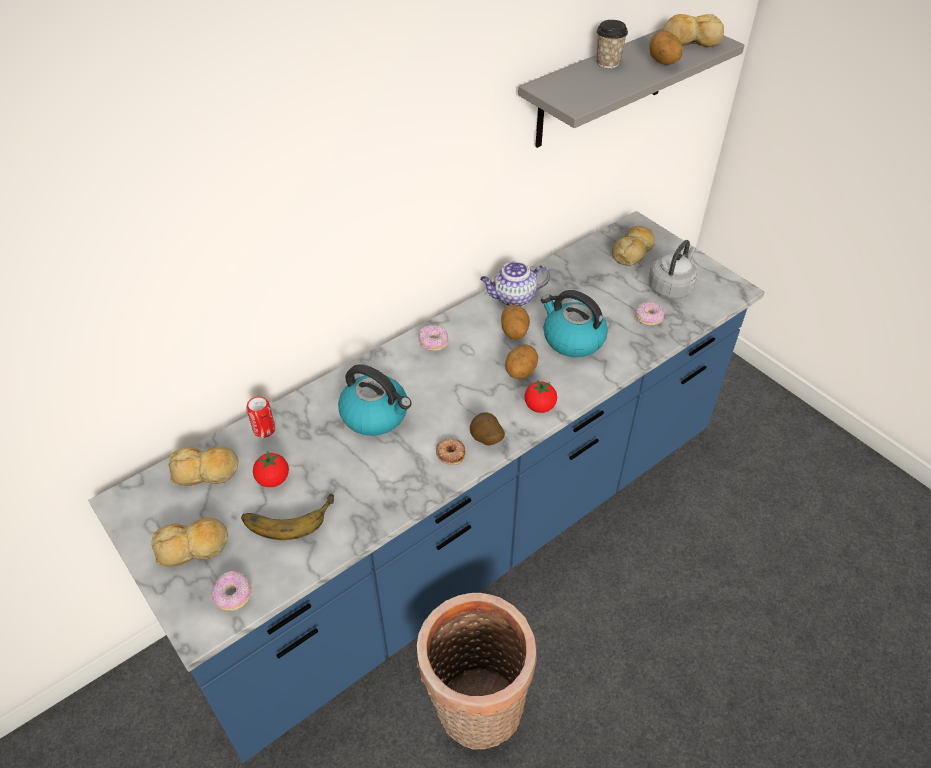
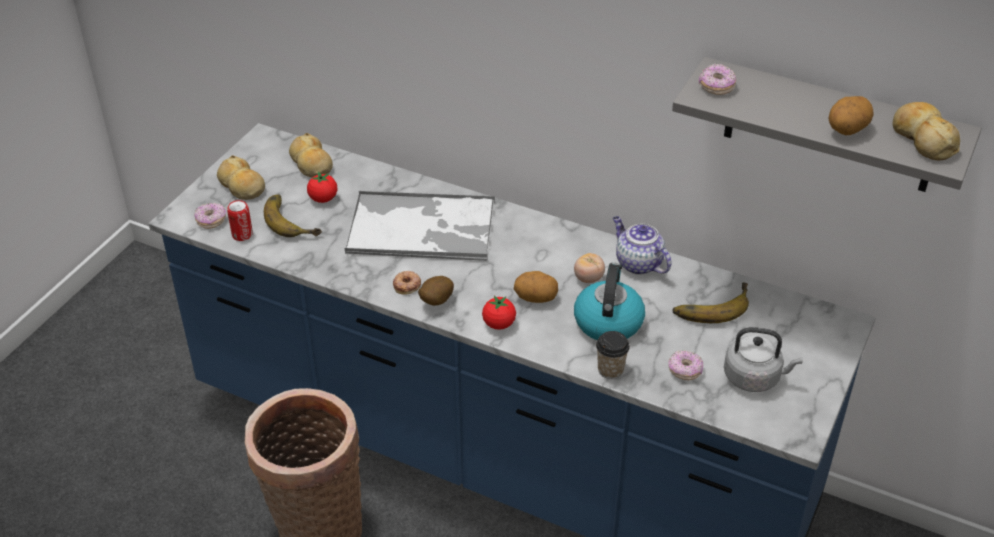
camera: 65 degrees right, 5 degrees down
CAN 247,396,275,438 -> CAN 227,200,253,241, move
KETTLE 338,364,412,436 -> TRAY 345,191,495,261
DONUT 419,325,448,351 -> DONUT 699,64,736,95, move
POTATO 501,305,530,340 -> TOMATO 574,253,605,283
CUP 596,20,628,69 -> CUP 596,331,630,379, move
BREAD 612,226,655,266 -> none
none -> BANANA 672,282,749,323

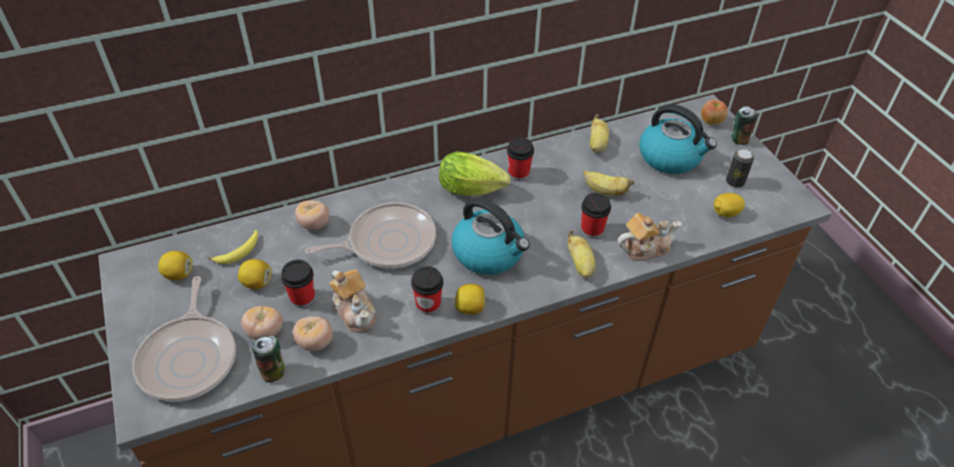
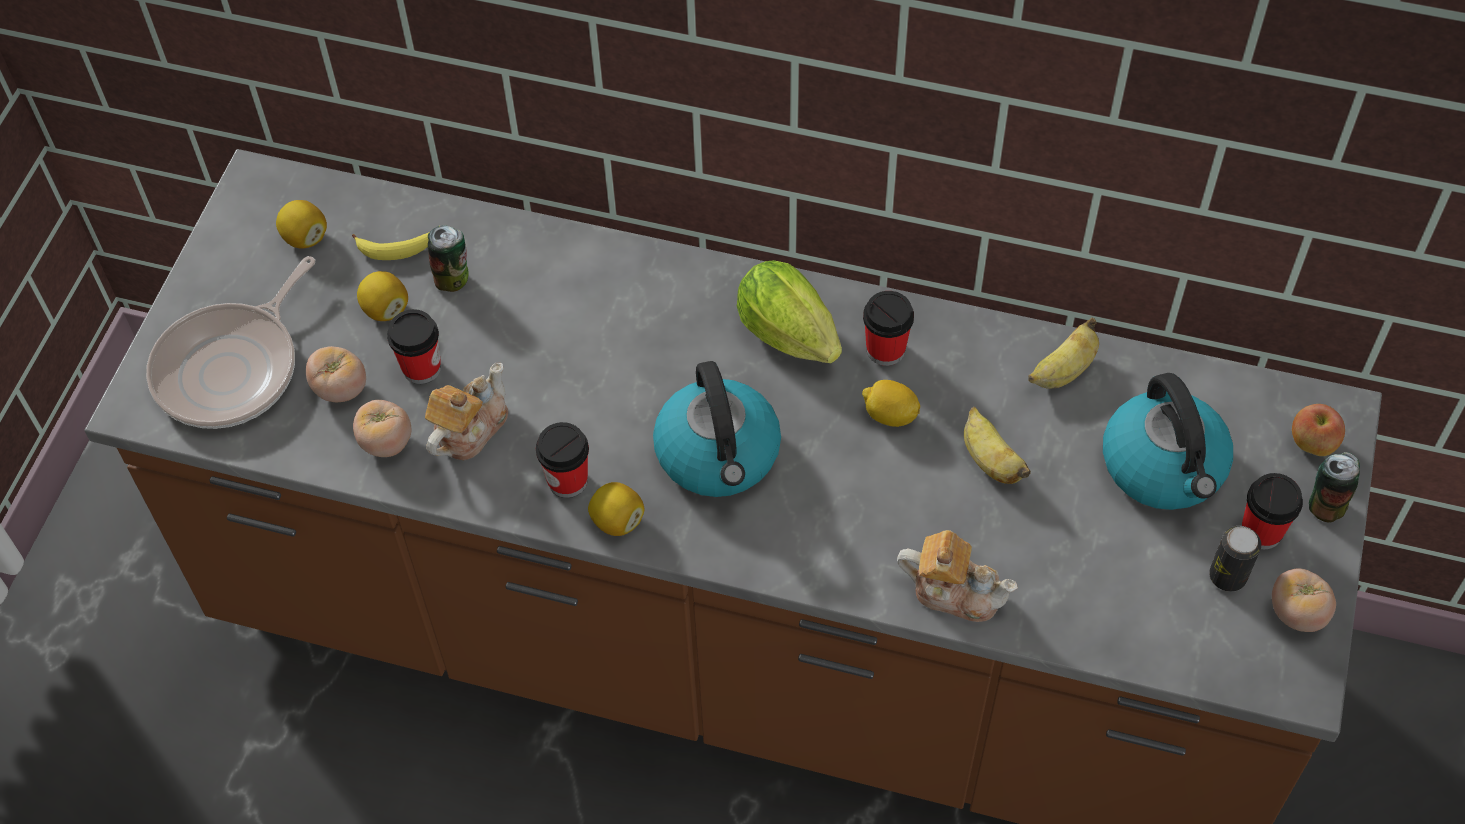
camera: 40 degrees right, 10 degrees up
CAN 252,336,285,383 -> CAN 428,225,469,292, move
TOMATO 295,200,329,230 -> TOMATO 1272,568,1336,632, move
FRYING PAN 305,202,436,269 -> none
TEAPOT 329,269,376,333 -> TEAPOT 425,363,508,460, 150 degrees counterclockwise
BANANA 568,230,596,278 -> none
CUP 581,193,611,239 -> CUP 1242,473,1303,549, move
LEMON 714,193,745,217 -> LEMON 862,380,920,427, move

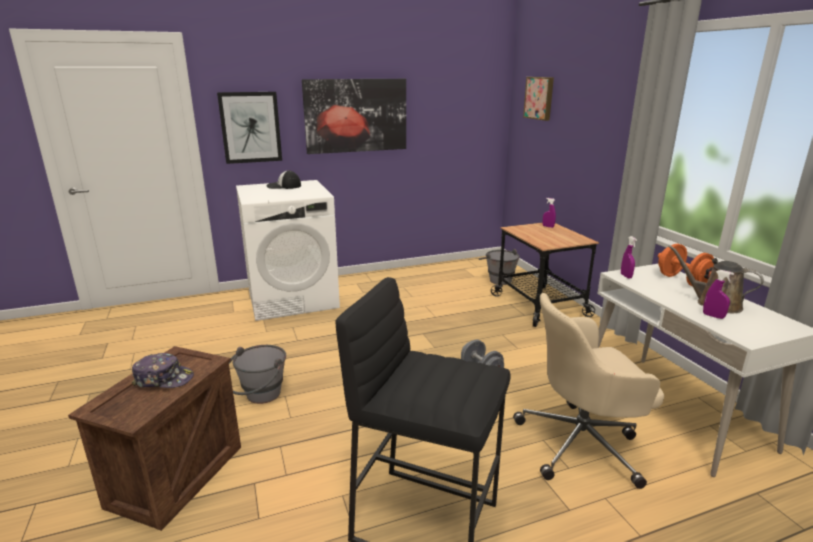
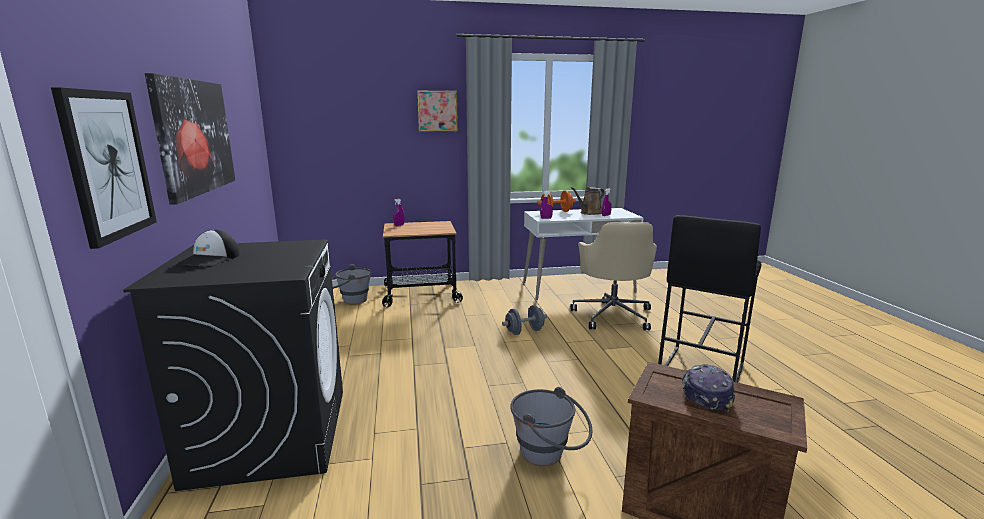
camera: 80 degrees left, 5 degrees down
WHITE WASHING MACHINE 236,180,340,321 -> BLACK WASHING MACHINE 123,239,343,491
PICTURE 523,77,554,121 -> PICTURE 417,91,458,132, move

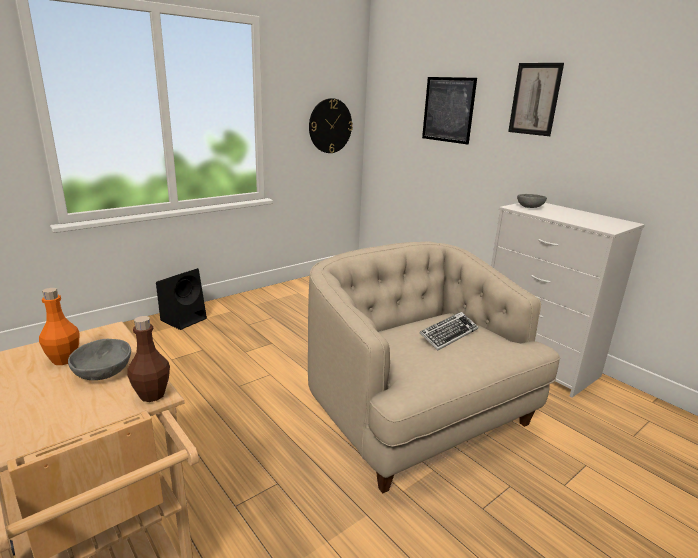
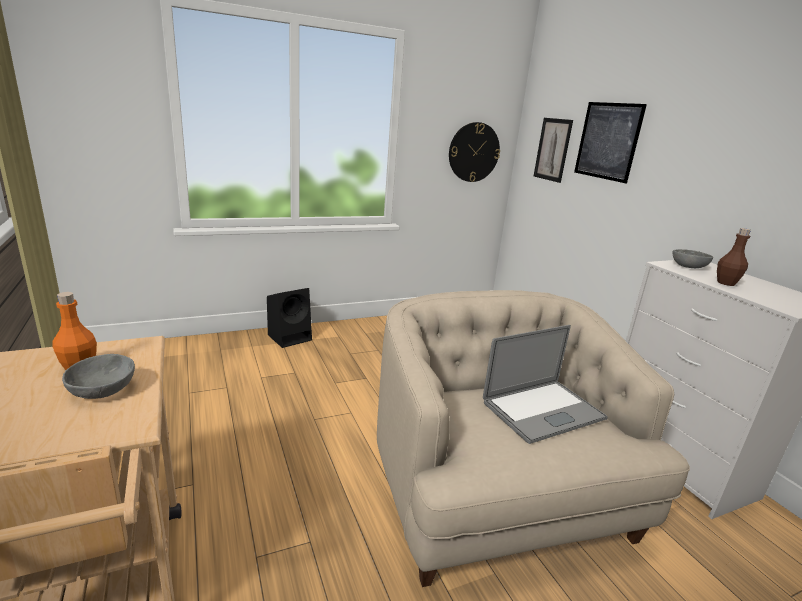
camera: 15 degrees right, 0 degrees up
BROWN BOTTLE 127,316,170,402 -> BROWN BOTTLE 717,228,751,286, move
KEYBOARD 419,312,478,351 -> LAPTOP 483,325,608,444
PICTURE 508,63,564,136 -> PICTURE 534,118,573,183, move

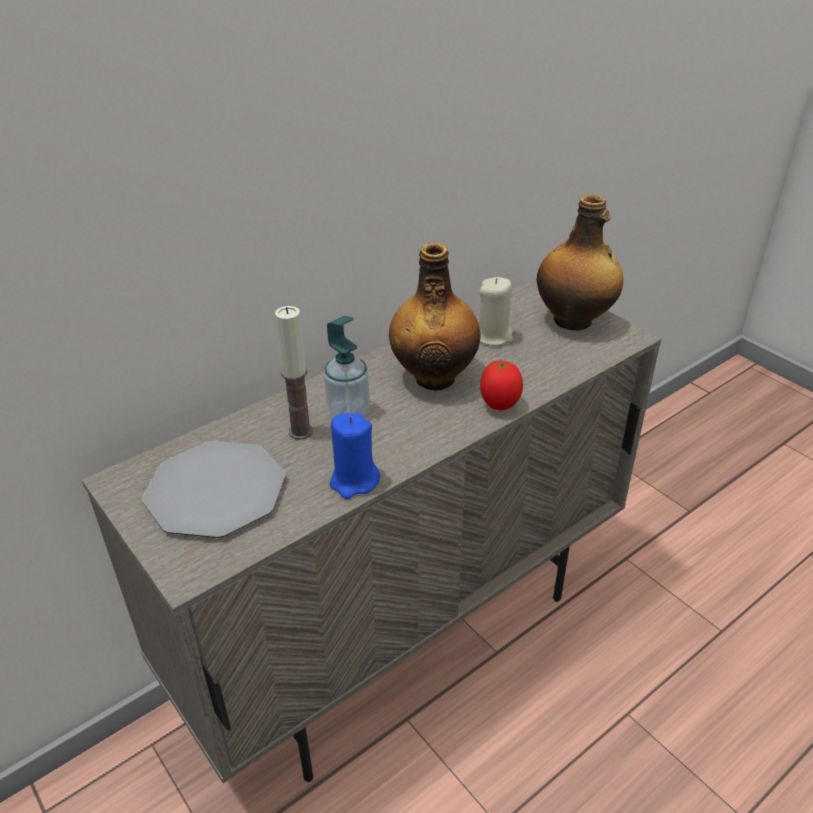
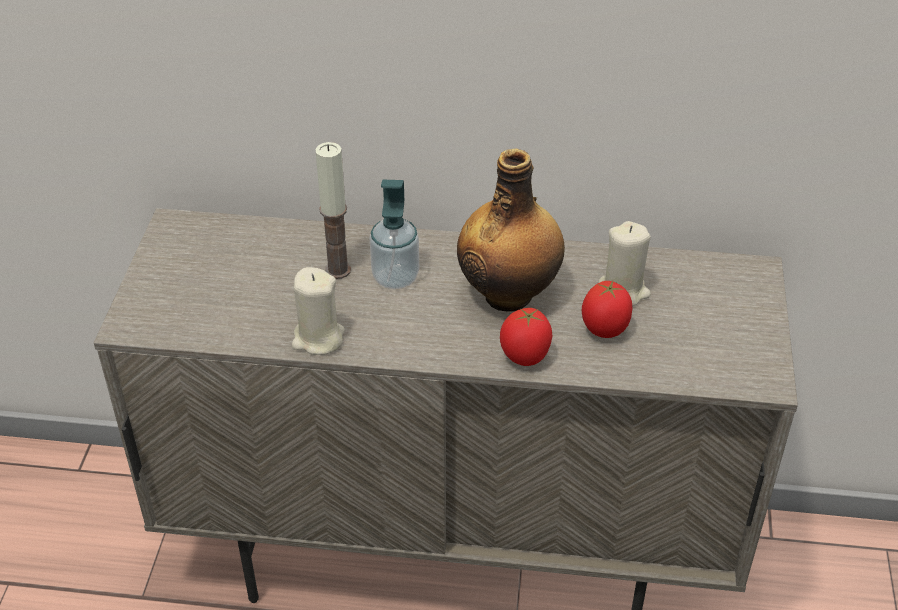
camera: 45 degrees right, 5 degrees up
PLATE 142,441,286,538 -> none
BLUE CANDLE 330,413,380,499 -> BEIGE CANDLE 292,267,345,355
BOTTLE 536,194,623,331 -> none
none -> TOMATO 582,281,632,338

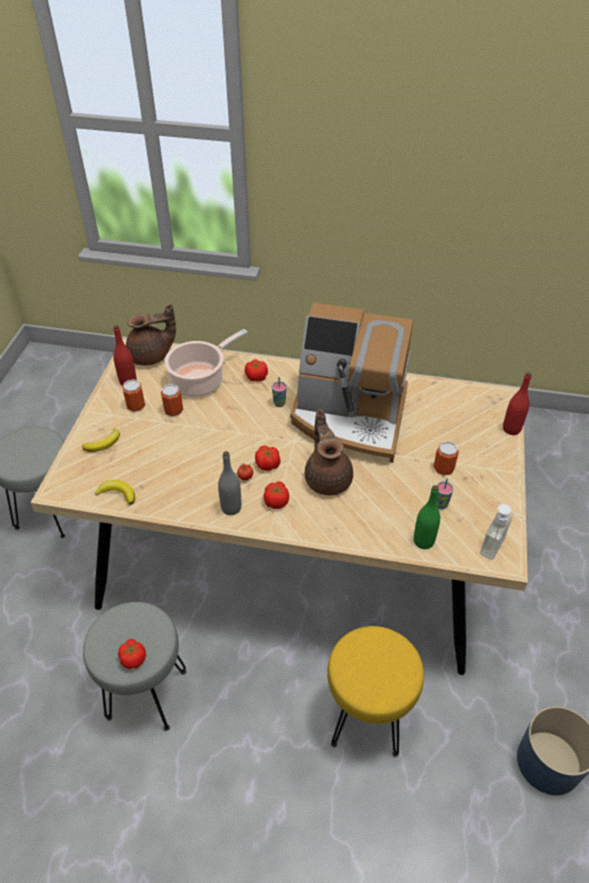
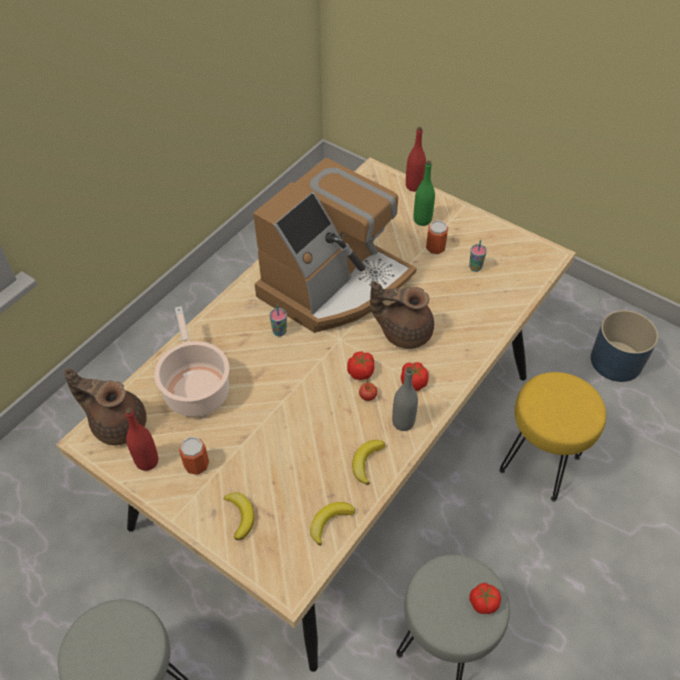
camera: 65 degrees left, 5 degrees up
BROWN TEAPOT 126,304,176,366 -> BROWN TEAPOT 64,369,147,445, 75 degrees counterclockwise
CAN 161,384,183,417 -> none
TOMATO 245,359,268,381 -> none
GREEN BOTTLE 414,485,440,549 -> GREEN BOTTLE 414,161,435,226, move
SOAP DISPENSER 480,504,527,560 -> none
none -> BANANA 352,440,386,485

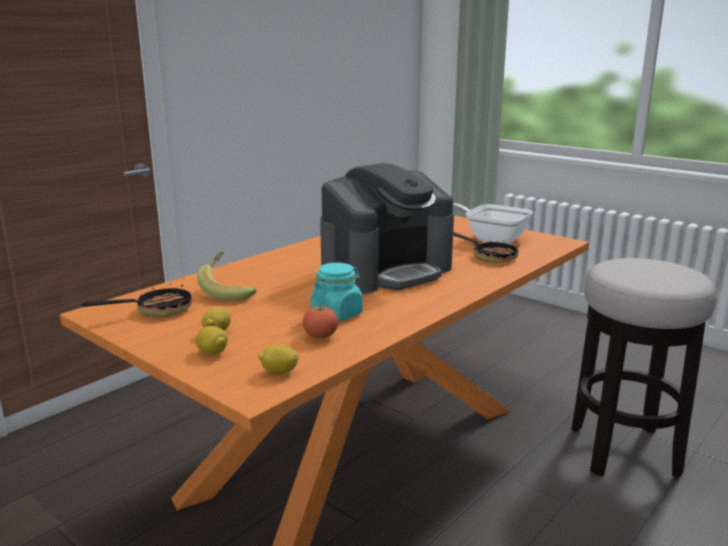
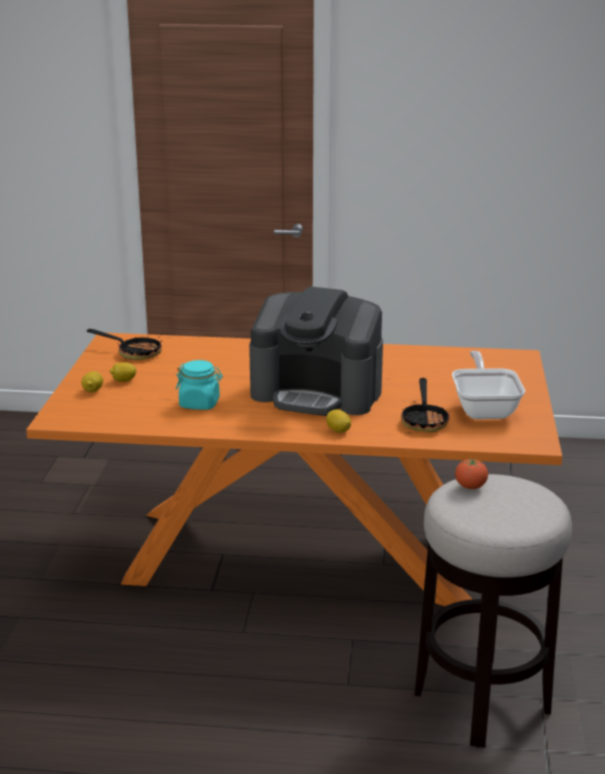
camera: 55 degrees right, 5 degrees up
BANANA 197,251,256,301 -> none
LEMON 258,345,299,374 -> LEMON 326,409,351,433, move
TOMATO 303,305,338,338 -> TOMATO 455,459,488,489, move

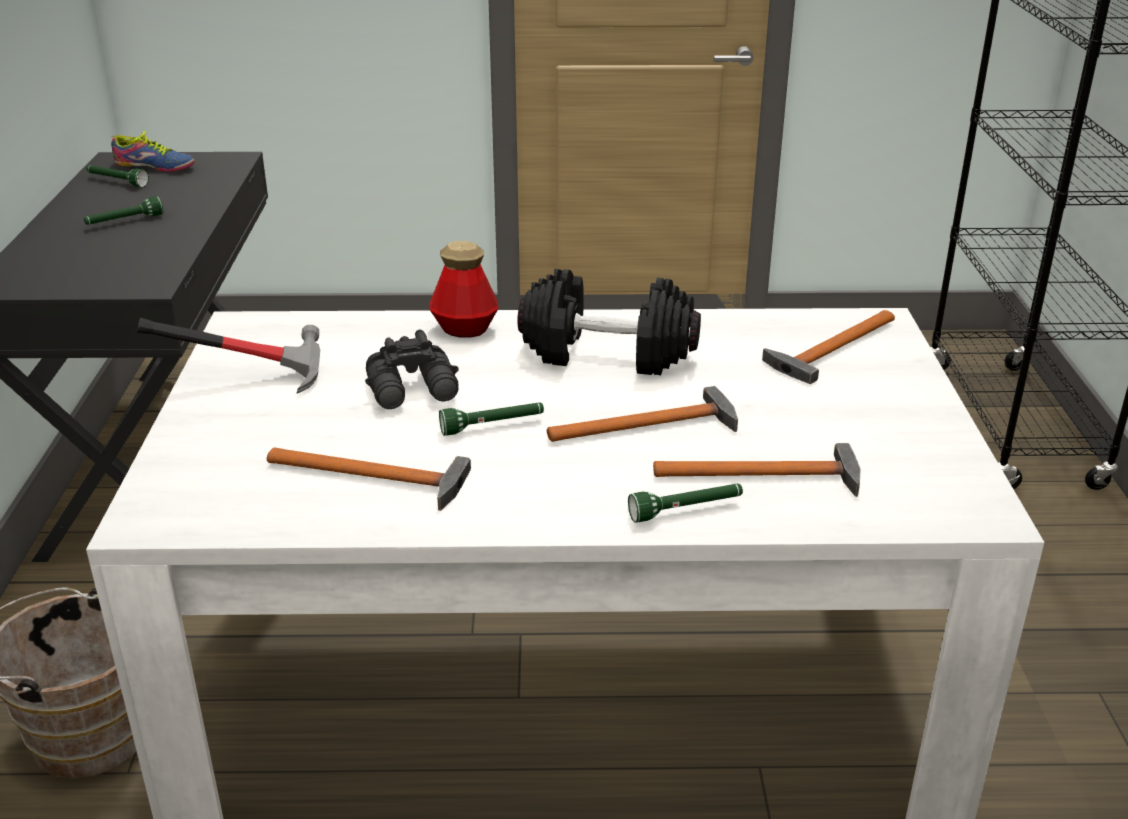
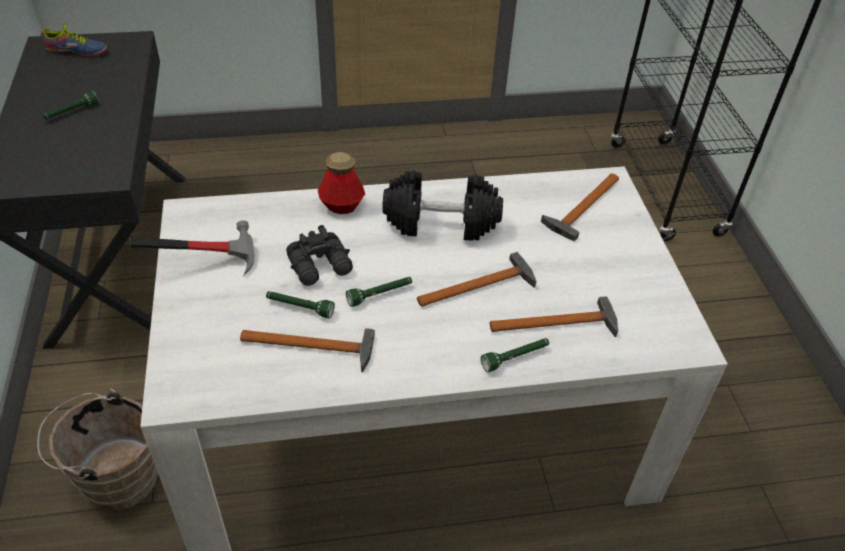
camera: 10 degrees left, 15 degrees up
GREEN FLASHLIGHT 86,165,149,187 -> GREEN FLASHLIGHT 266,291,335,318, move

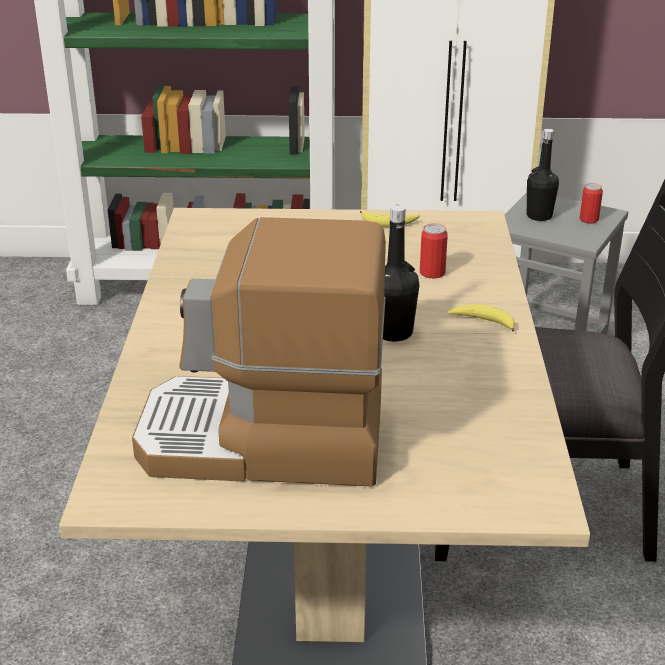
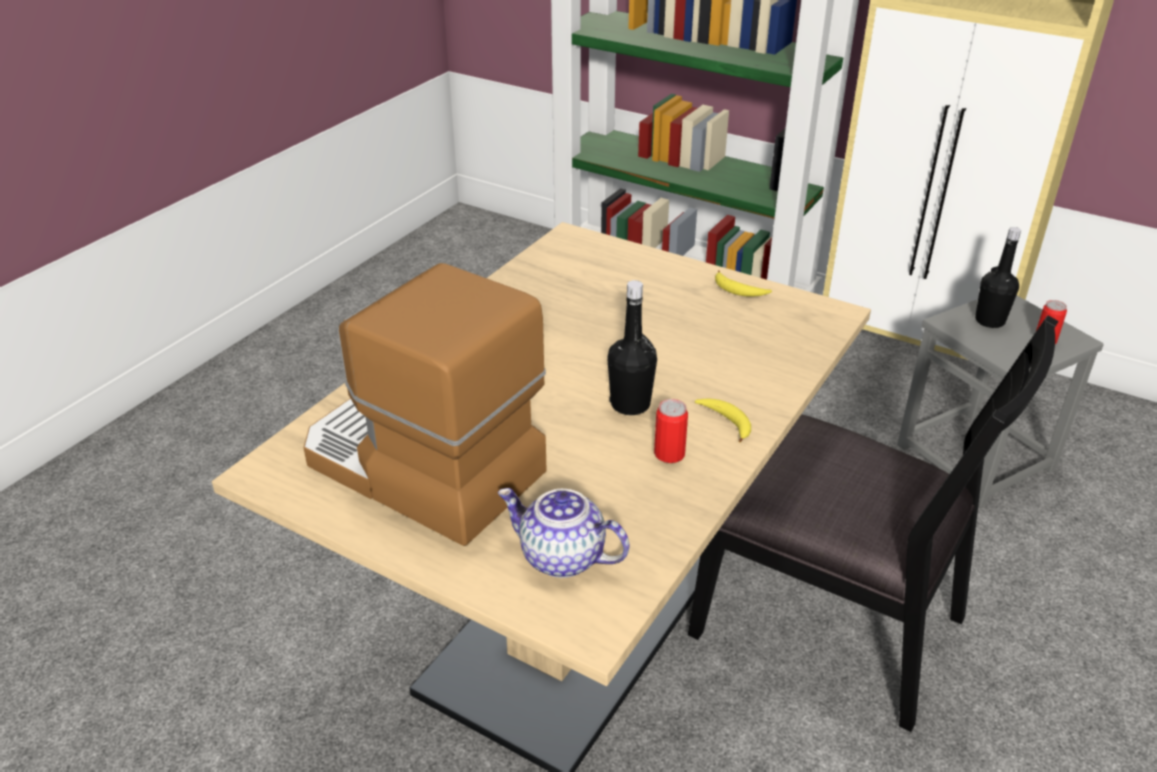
camera: 30 degrees right, 5 degrees up
CAN 420,223,448,278 -> CAN 654,399,688,463, move
none -> TEAPOT 498,488,630,578

